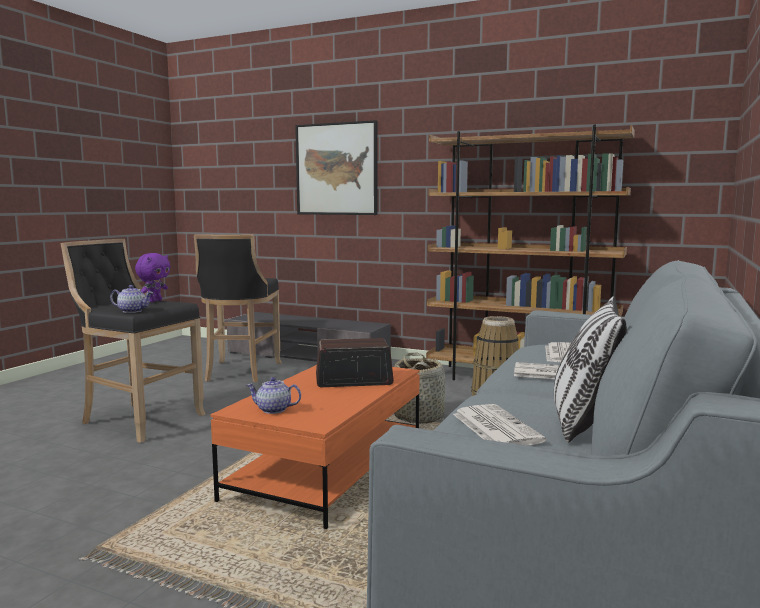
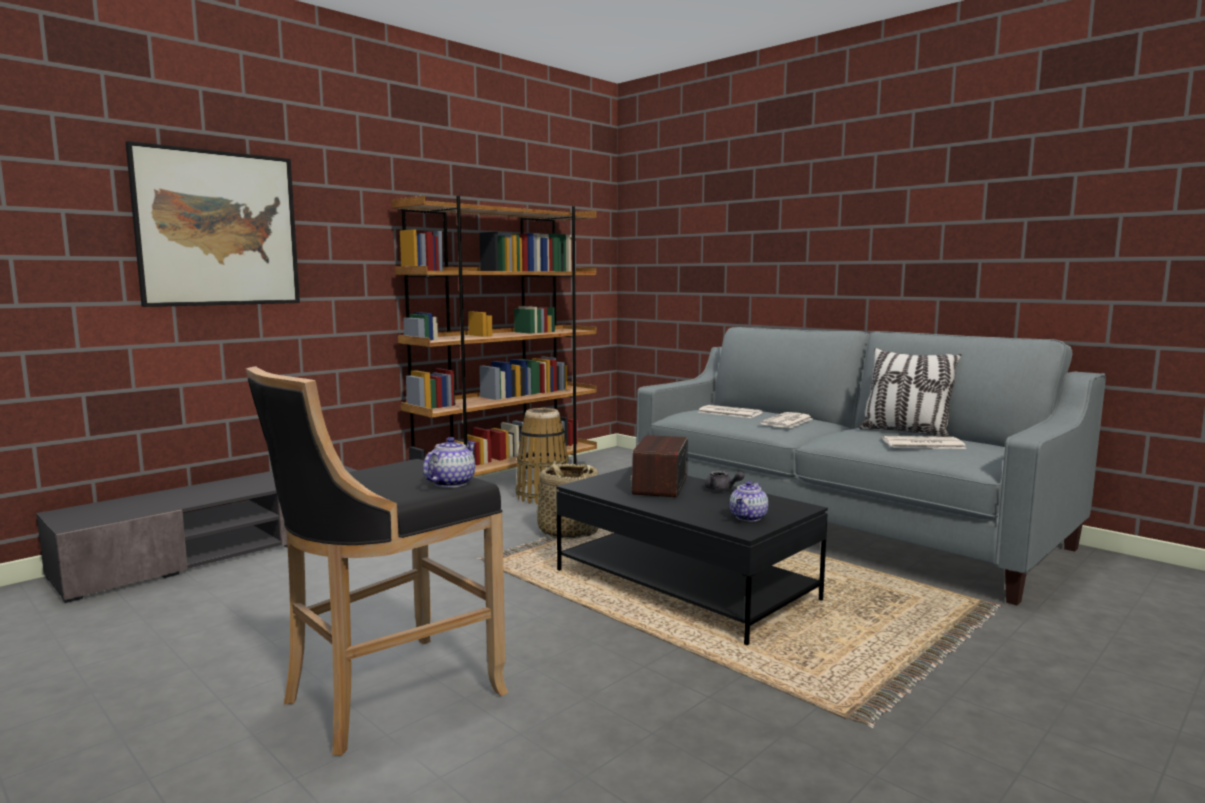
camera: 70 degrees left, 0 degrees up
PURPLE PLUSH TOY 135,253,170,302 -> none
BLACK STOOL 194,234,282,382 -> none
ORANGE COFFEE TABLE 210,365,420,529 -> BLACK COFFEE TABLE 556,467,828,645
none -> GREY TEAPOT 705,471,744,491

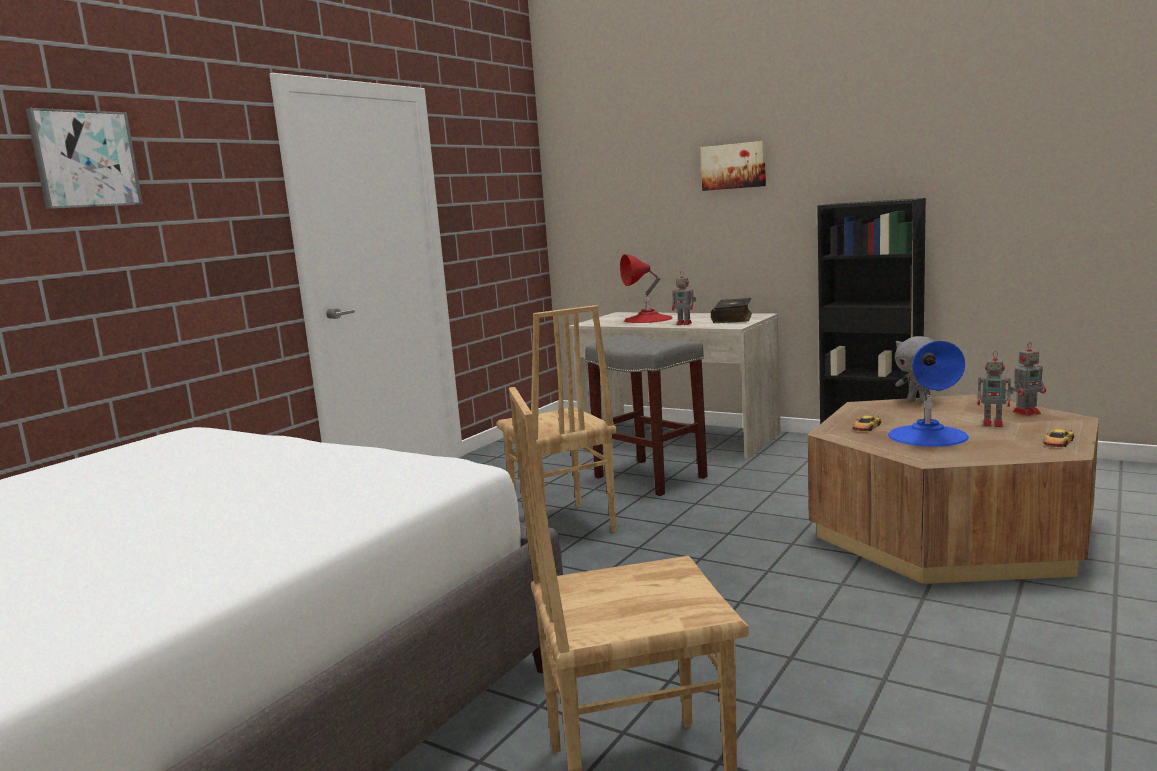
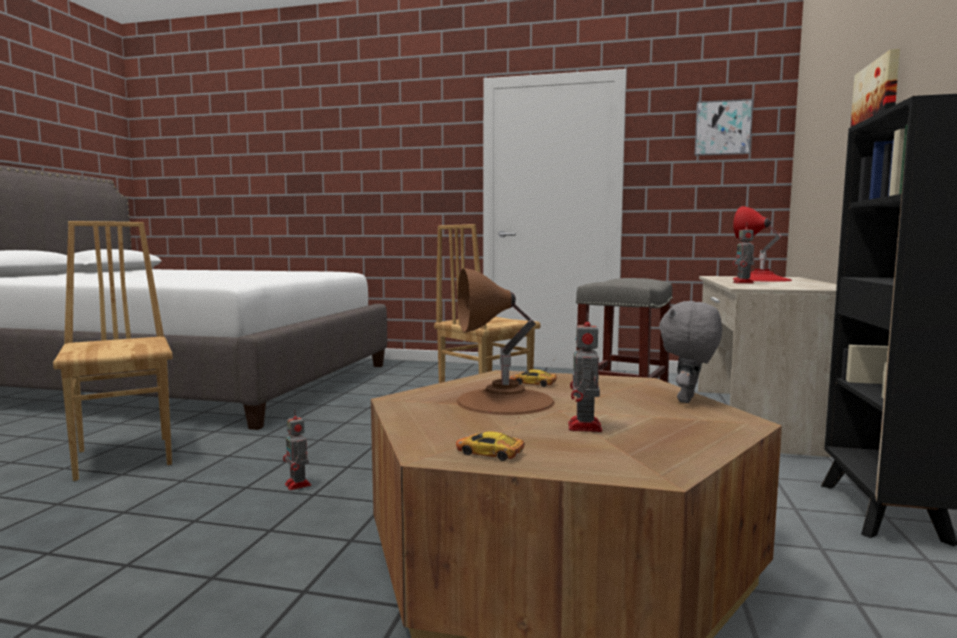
camera: 70 degrees right, 5 degrees down
PICTURE 26,108,143,209 -> PICTURE 694,99,753,156, move
BOOK 711,298,752,323 -> none
BLUE TABLE LAMP 888,341,969,447 -> BROWN TABLE LAMP 457,268,555,415
TOY ROBOT 1013,342,1046,416 -> TOY ROBOT 283,410,311,490, move

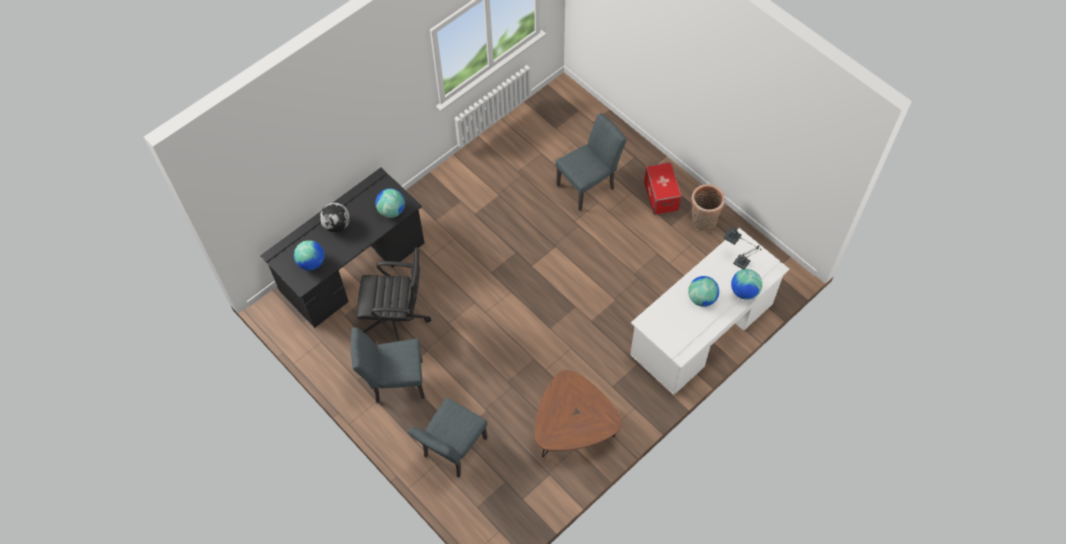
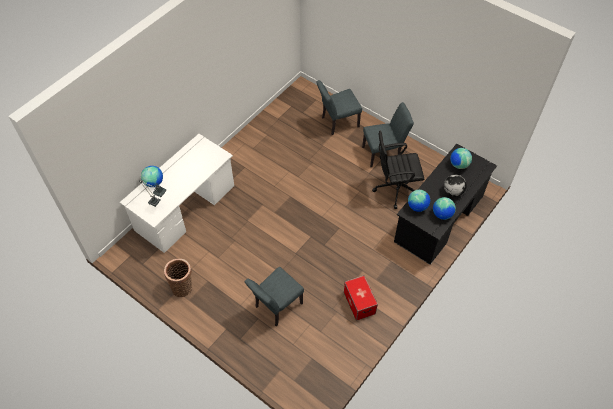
camera: 170 degrees right, 5 degrees down
GREY CHAIR 408,398,487,478 -> GREY CHAIR 317,80,362,135, 135 degrees counterclockwise
BROWN COFFEE TABLE 534,370,622,457 -> none
STORAGE BOX 644,162,682,215 -> STORAGE BOX 344,276,378,321, move
GLOBE 688,276,719,307 -> GLOBE 433,197,456,220, move

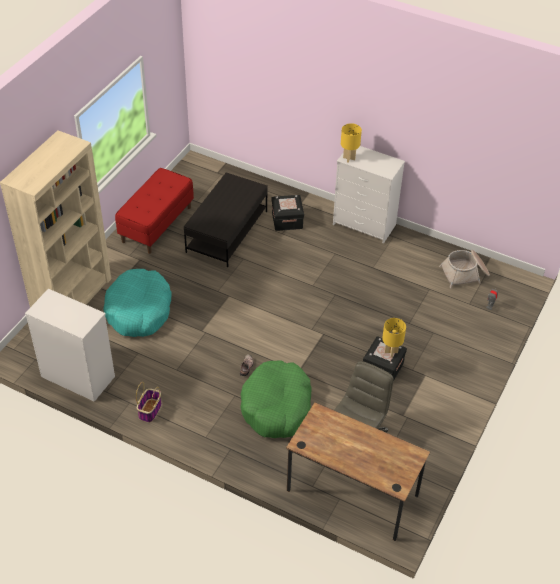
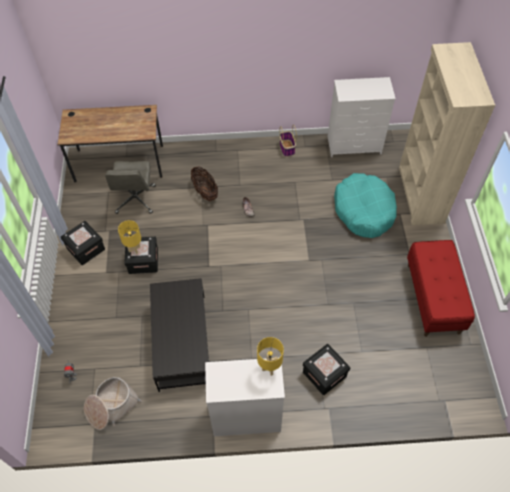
camera: 150 degrees right, 10 degrees up
BLACK COFFEE TABLE 184,172,268,267 -> BLACK COFFEE TABLE 150,278,209,392, move
GREEN DOG BED 240,361,312,438 -> BASKET 191,166,218,201
none -> BLACK STORAGE BOX 61,221,105,265

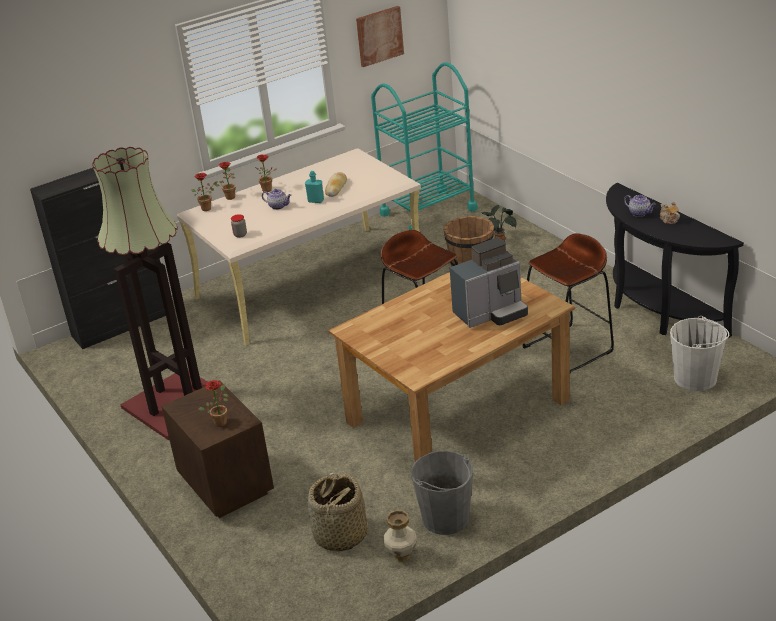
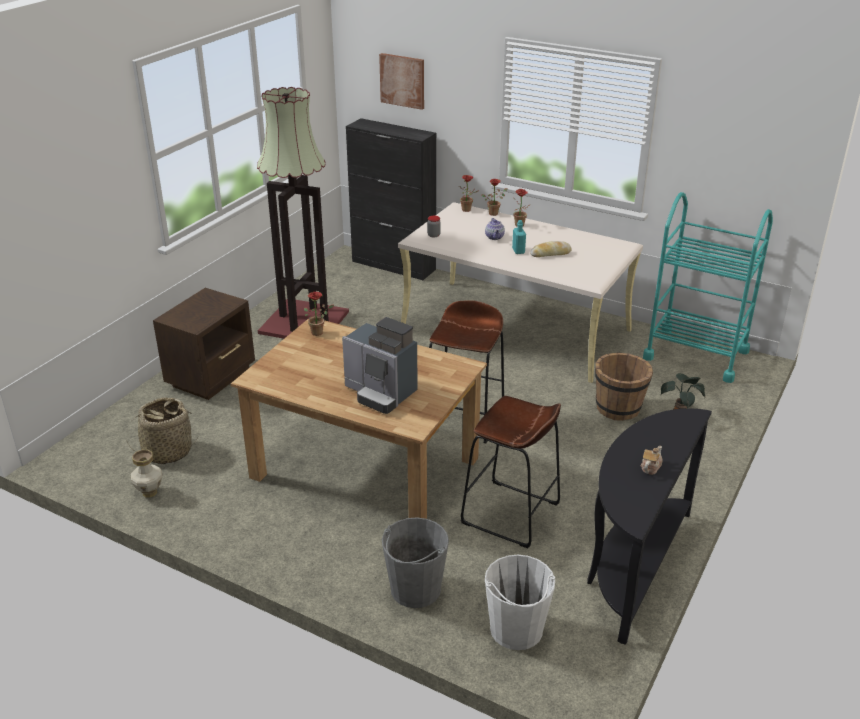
camera: 60 degrees right, 0 degrees up
POTTED PLANT 199,380,228,427 -> POTTED PLANT 304,292,334,336, move
PICTURE 356,6,404,67 -> PICTURE 379,53,424,110, move
GREY BUCKET 411,451,473,535 -> GREY BUCKET 382,517,449,608, move
TEAPOT 624,195,656,217 -> none

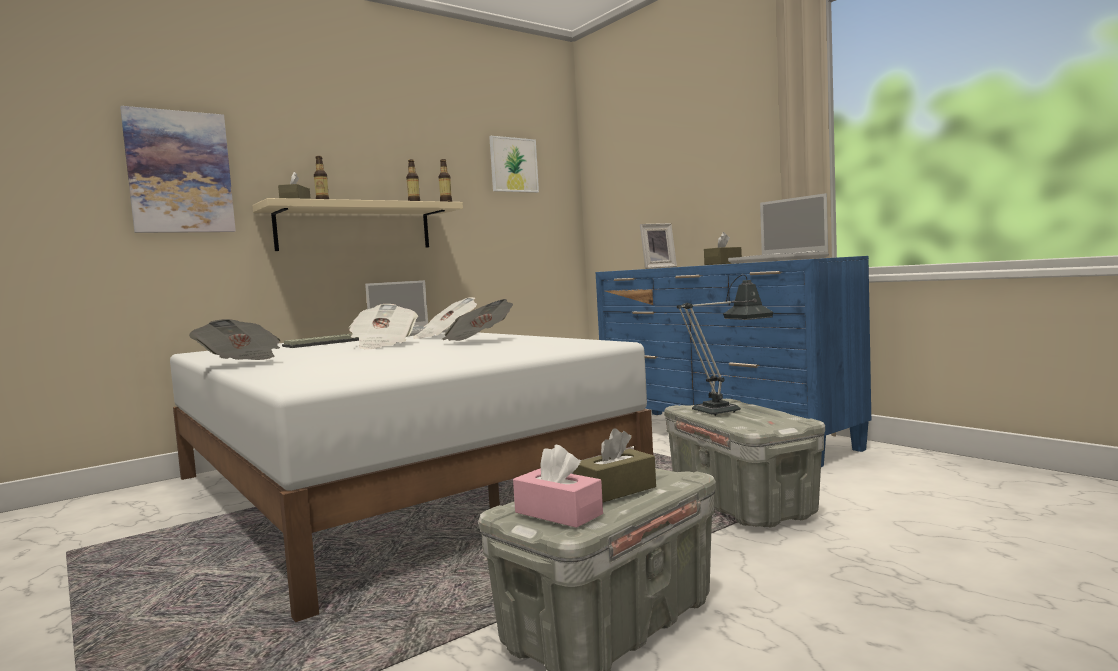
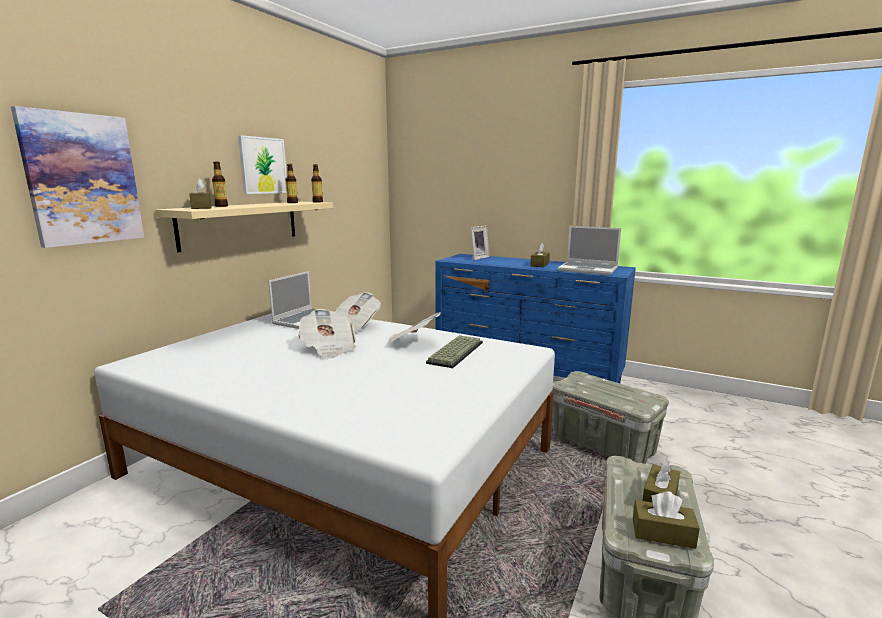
camera: 25 degrees left, 10 degrees up
NEWSPAPER 189,319,280,360 -> none
KEYBOARD 282,333,359,348 -> KEYBOARD 426,335,483,368, move
PICTURE 489,136,539,193 -> PICTURE 238,135,287,194, move
PINK TISSUE BOX 513,444,603,528 -> BROWN TISSUE BOX 633,491,700,549
TABLE LAMP 677,274,774,416 -> none

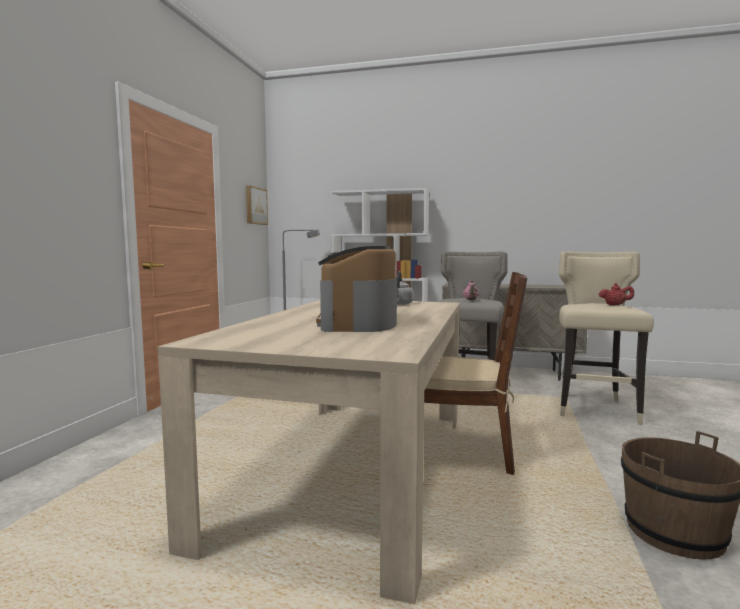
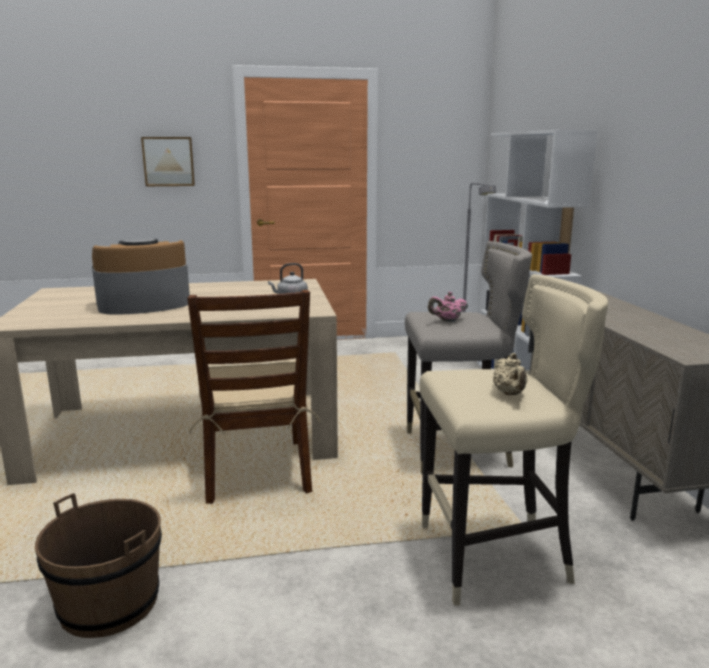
camera: 65 degrees right, 10 degrees up
PICTURE 246,185,268,225 -> PICTURE 141,137,195,186, move
RED TEAPOT 599,283,634,305 -> BEIGE TEAPOT 493,353,528,395

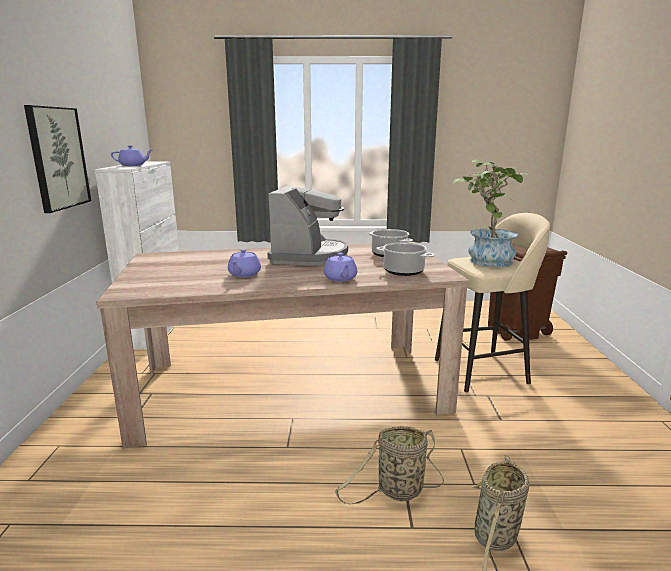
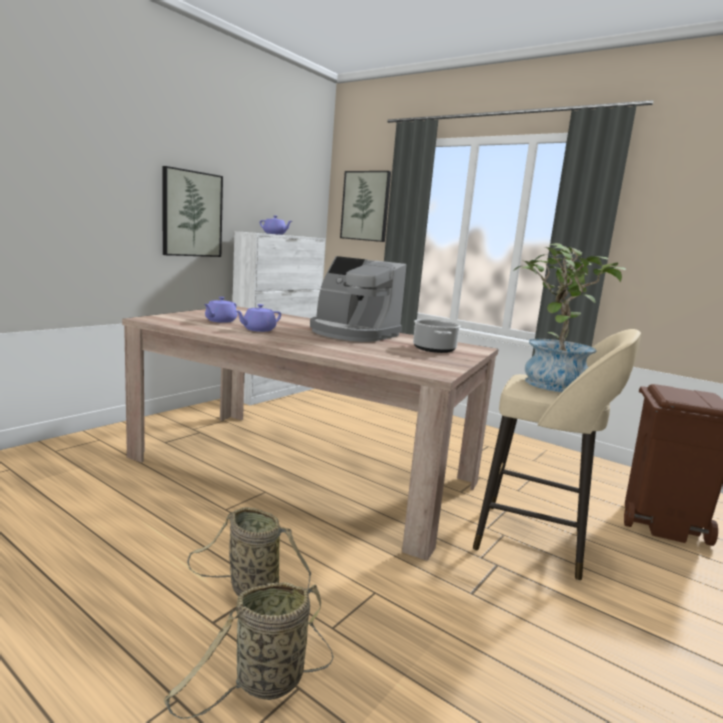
camera: 35 degrees right, 5 degrees down
COFFEE MACHINE 267,185,348,266 -> COFFEE MACHINE 310,256,407,342, 75 degrees clockwise
PURPLE TEAPOT 324,253,357,282 -> PURPLE TEAPOT 204,297,237,323, move
COOKING POT 376,242,435,276 -> none
none -> PICTURE 340,171,391,242

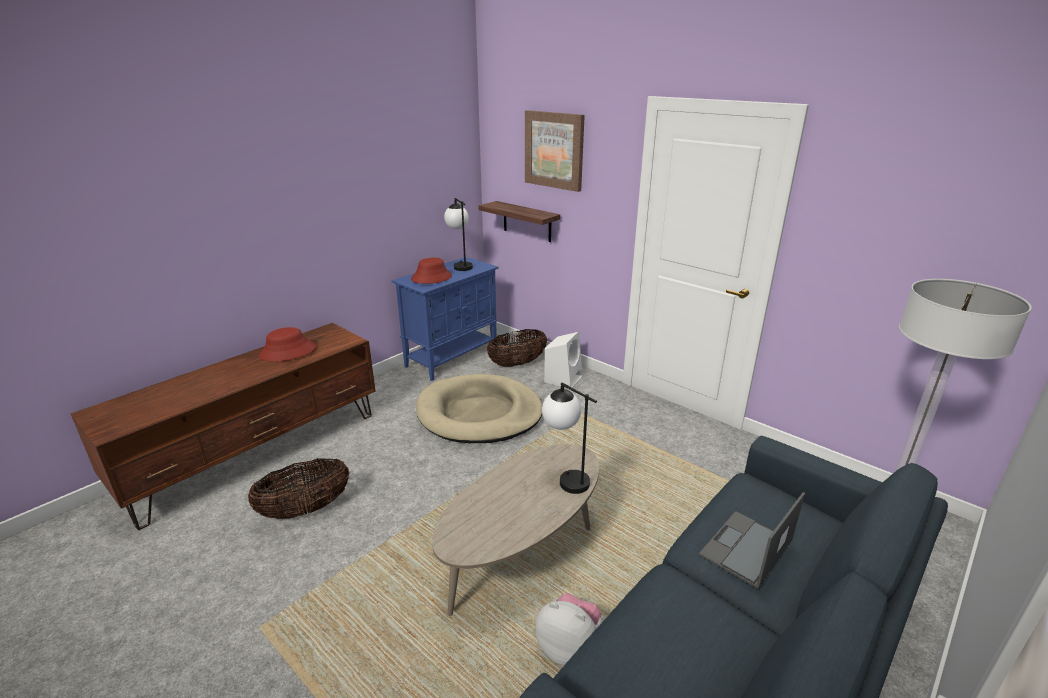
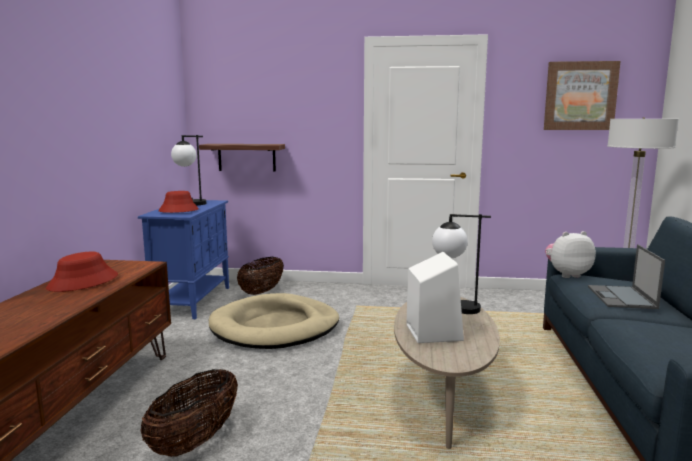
camera: 35 degrees left, 15 degrees down
PICTURE 525,110,585,192 -> PICTURE 544,61,621,130, move
PLUSH TOY 535,593,602,666 -> PLUSH TOY 545,231,596,278, move
WHITE SPEAKER 544,332,583,389 -> WHITE SPEAKER 406,252,464,343, move

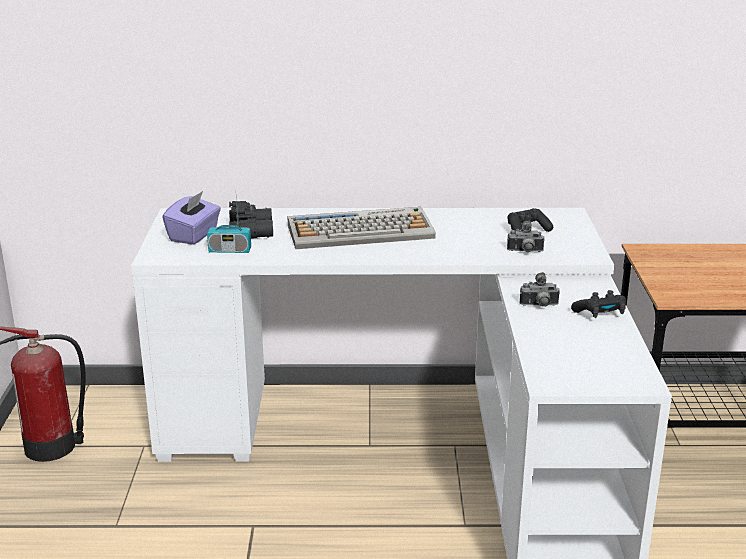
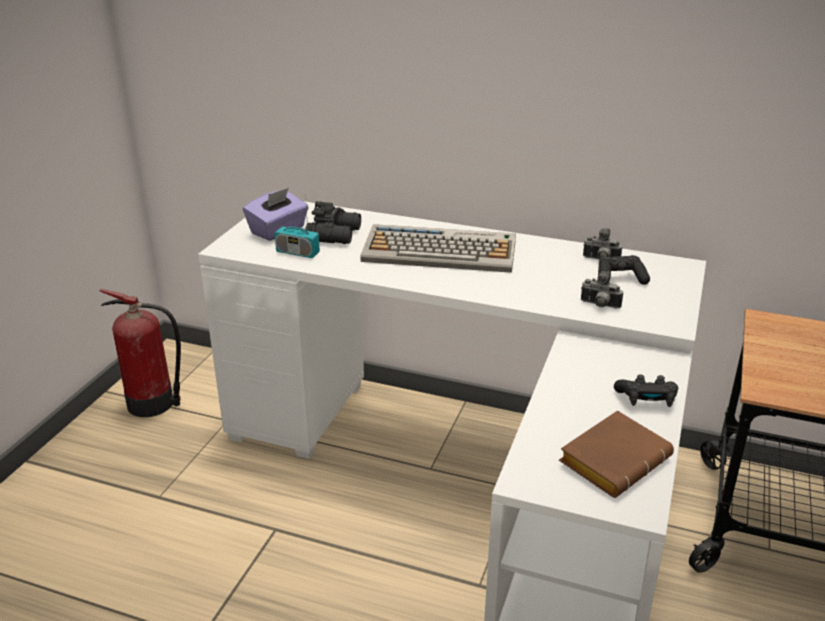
camera: 20 degrees right, 5 degrees up
PHOTO CAMERA 520,272,560,307 -> PHOTO CAMERA 583,228,622,260, move
none -> BROWN BOOK 559,411,674,498

